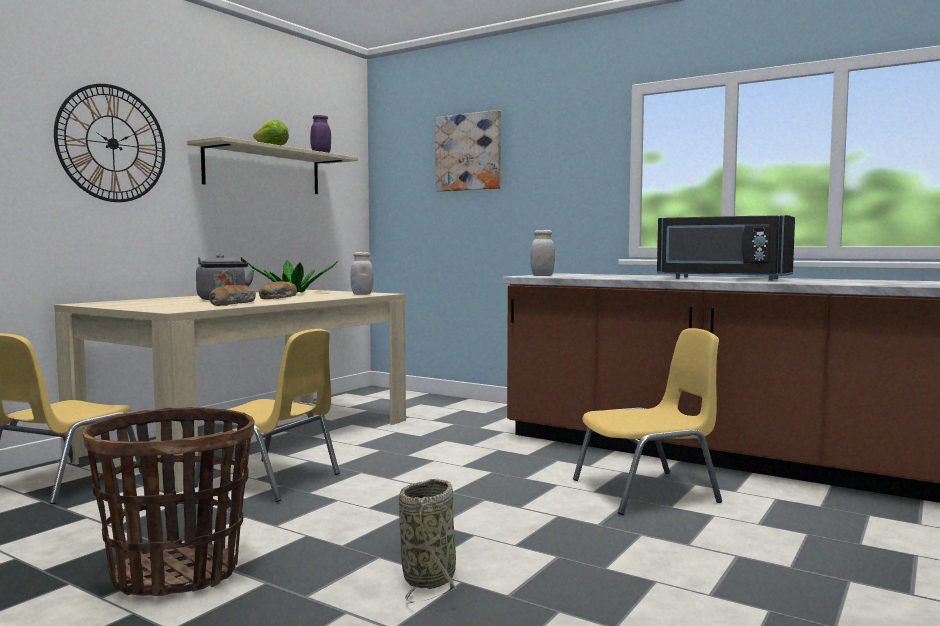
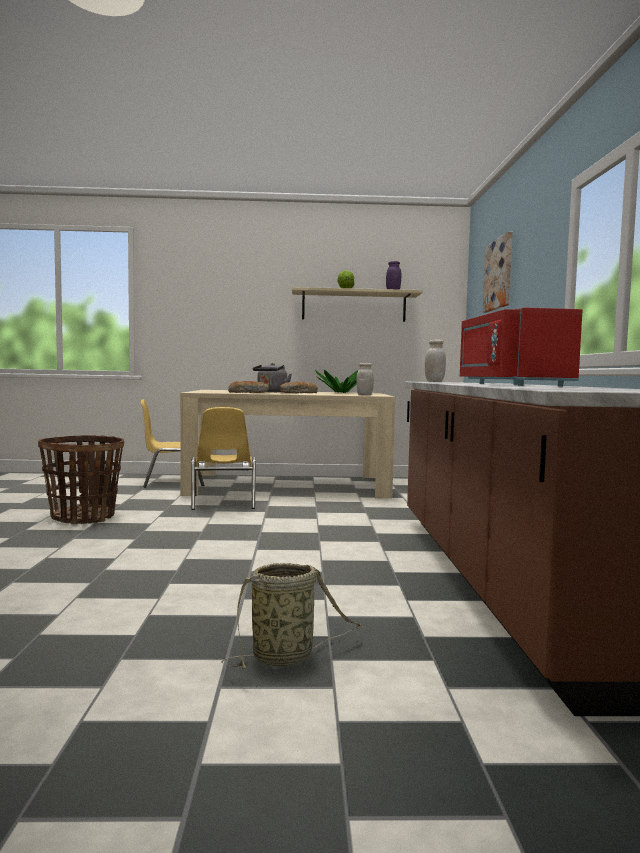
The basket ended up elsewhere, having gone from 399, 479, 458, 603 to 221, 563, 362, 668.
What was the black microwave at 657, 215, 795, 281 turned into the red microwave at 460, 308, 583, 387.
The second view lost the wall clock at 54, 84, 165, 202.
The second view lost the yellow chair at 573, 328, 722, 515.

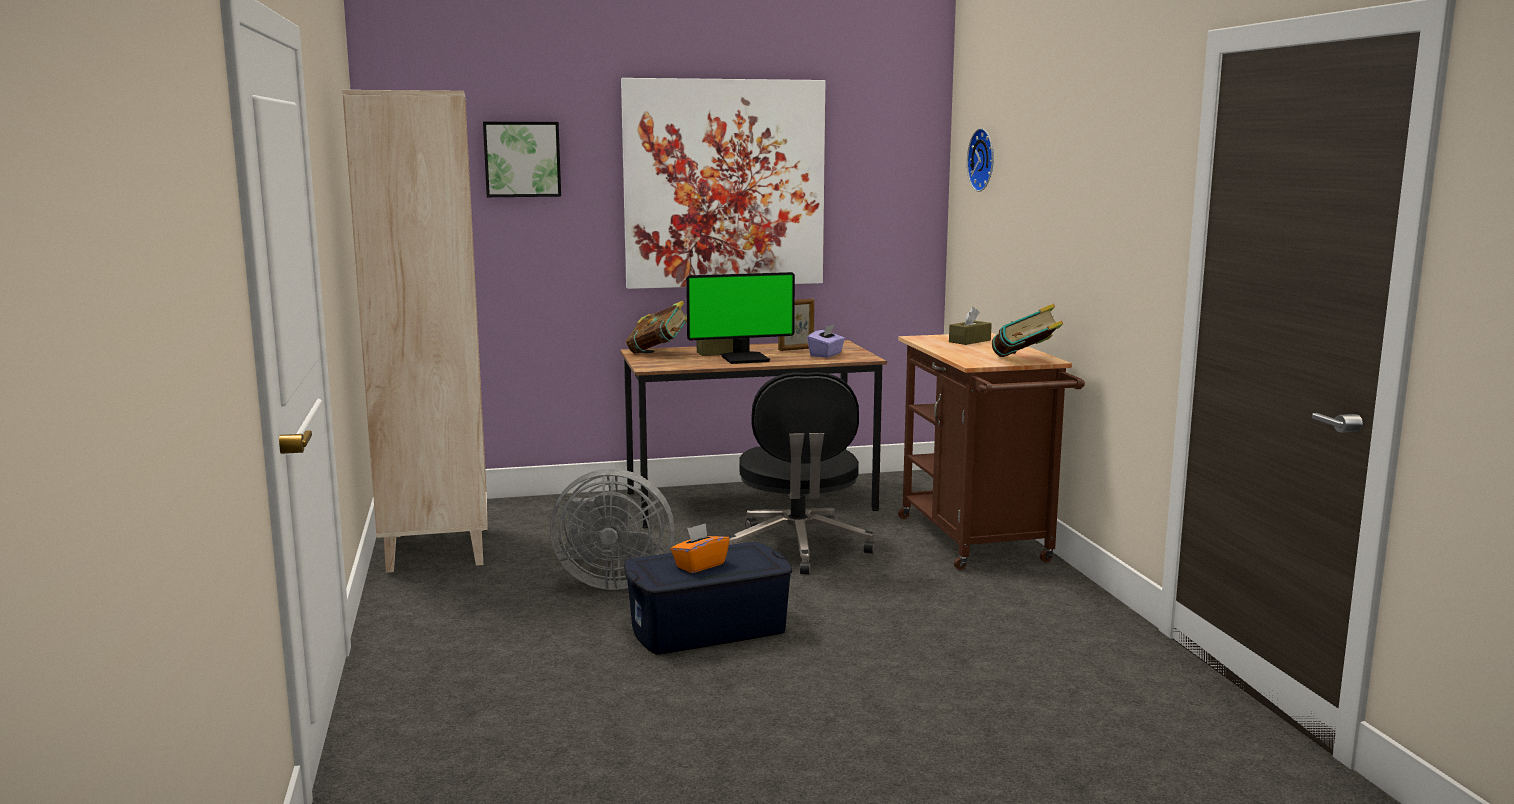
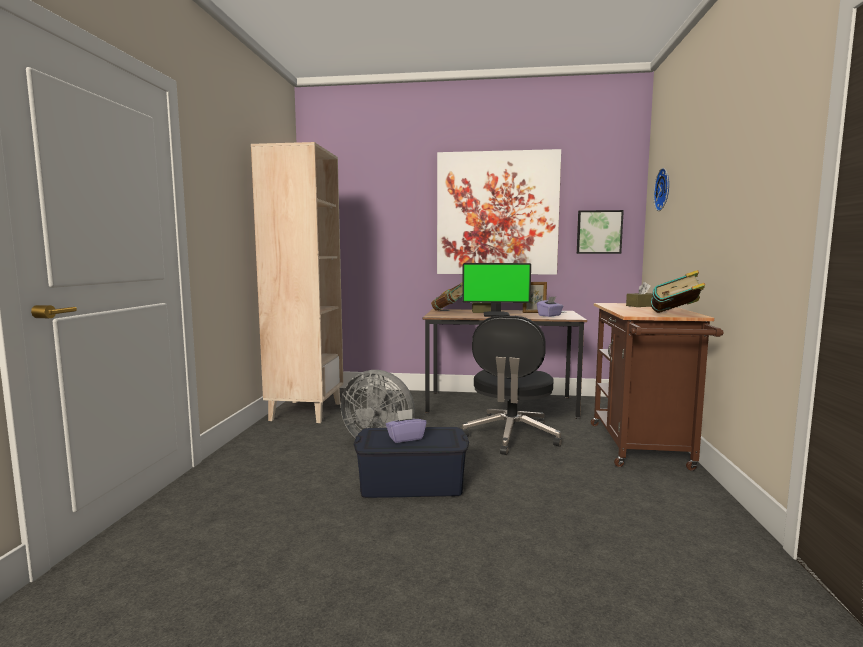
What was the orange tissue box at 671, 523, 730, 573 turned into the purple tissue box at 386, 409, 427, 443.
The picture ended up elsewhere, having gone from 483, 122, 561, 197 to 577, 210, 624, 254.

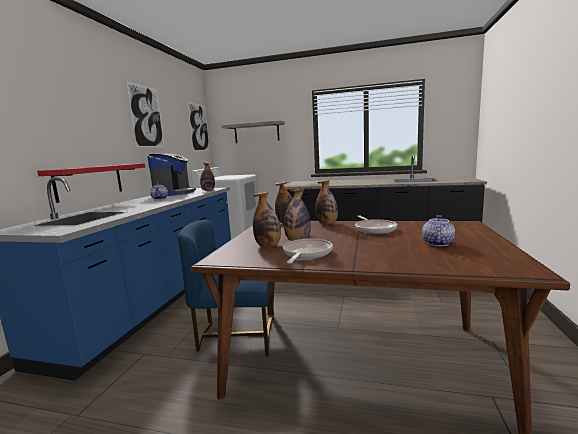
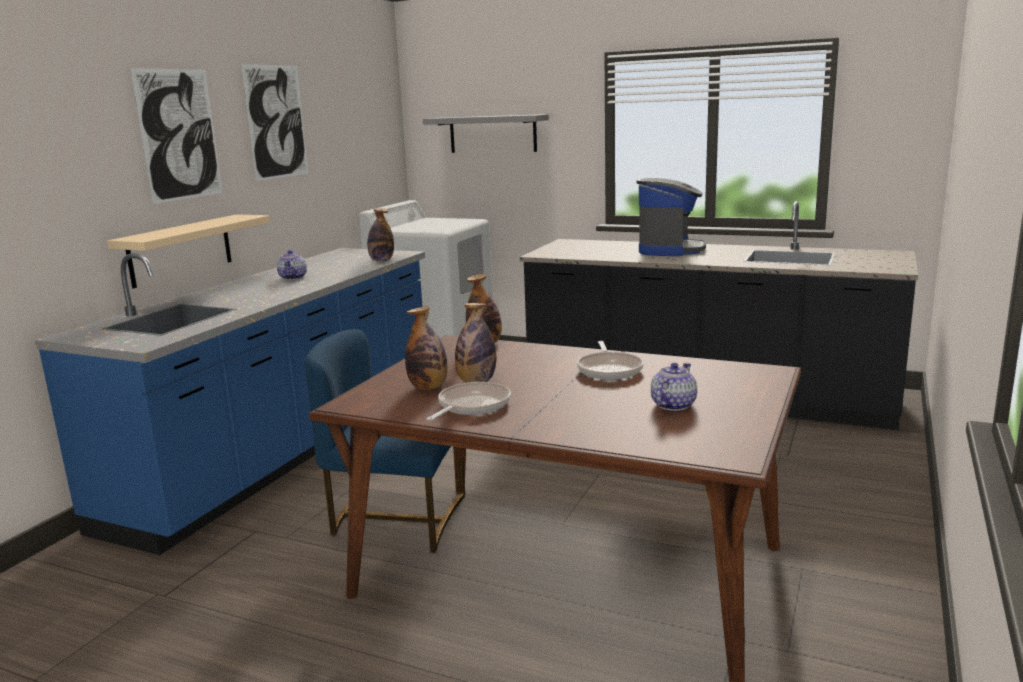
What was the red shelf at 37, 163, 145, 203 turned into the beige shelf at 107, 214, 270, 289.
The picture ended up elsewhere, having gone from 187, 102, 210, 151 to 130, 68, 222, 204.
The coffee machine ended up elsewhere, having gone from 148, 154, 196, 196 to 636, 178, 706, 256.
The second view lost the bottle at 316, 180, 338, 224.

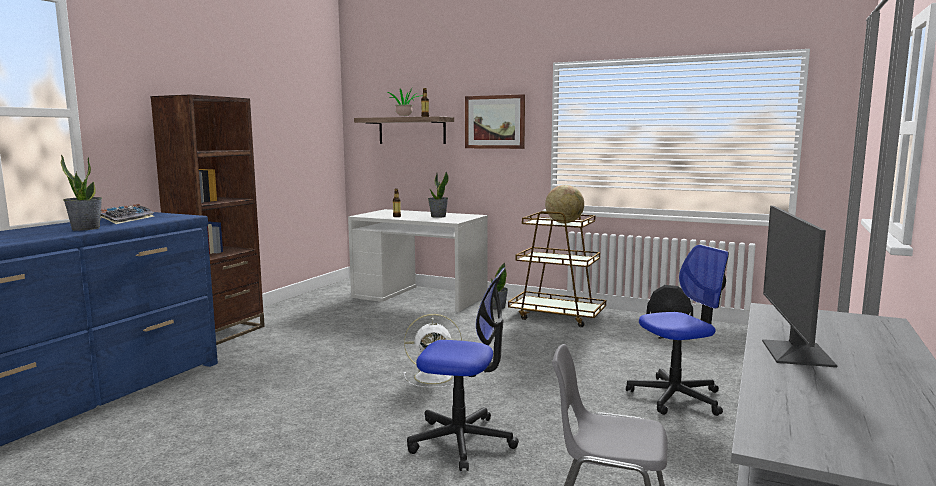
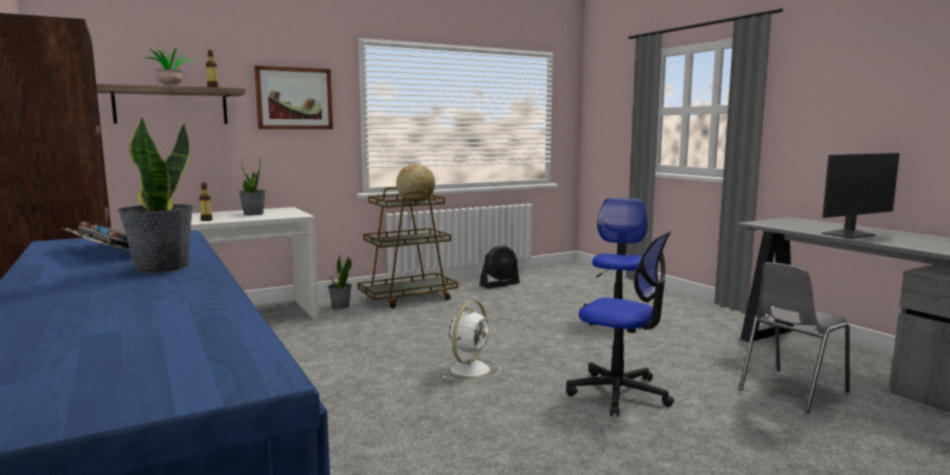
The office chair at 407, 268, 519, 471 ended up facing another way, 75 degrees clockwise from before.
The monitor at 762, 206, 837, 367 ended up facing another way, 75 degrees counterclockwise from before.

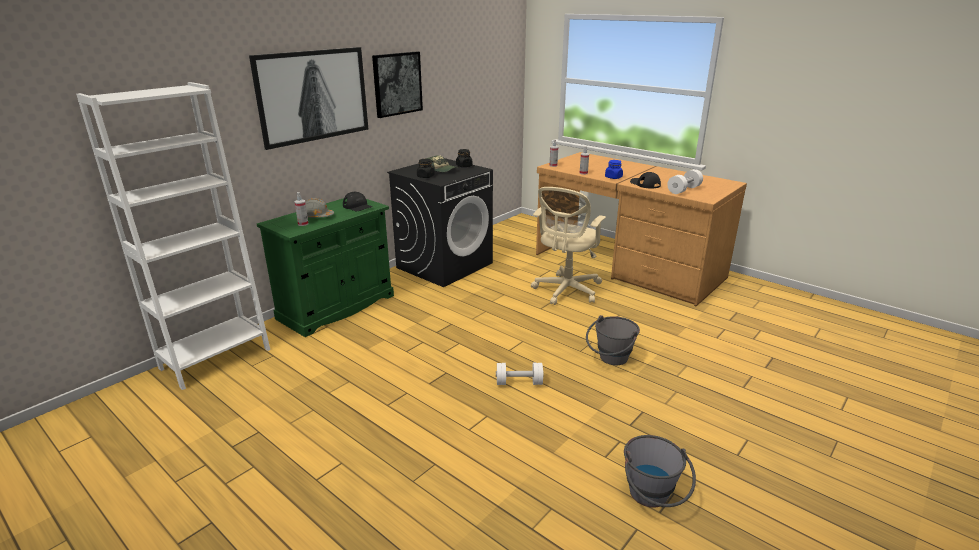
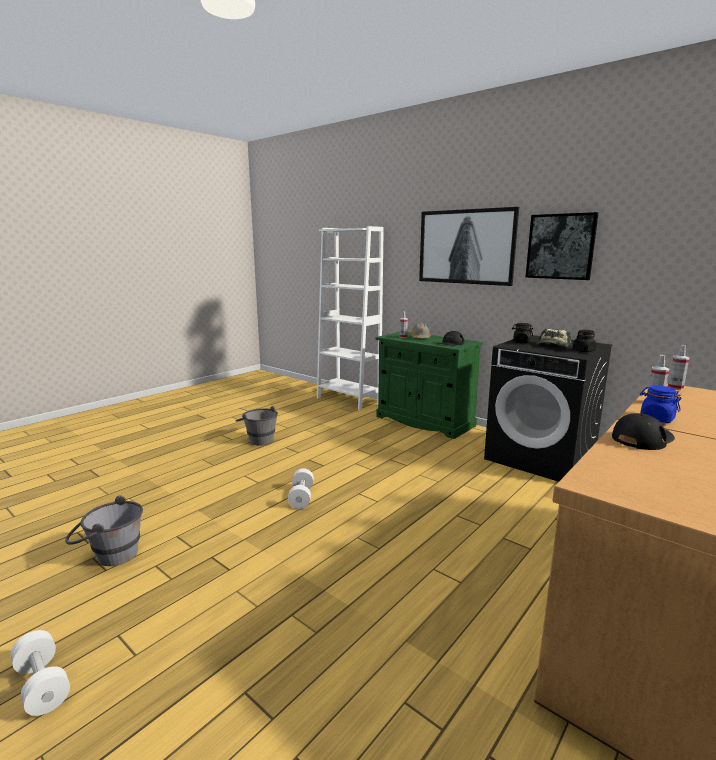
The white dumbbell ended up elsewhere, having gone from 667, 169, 703, 194 to 10, 630, 70, 716.
The grey bucket ended up elsewhere, having gone from 586, 315, 640, 365 to 236, 406, 278, 445.
The second view lost the beige office chair at 531, 187, 606, 305.

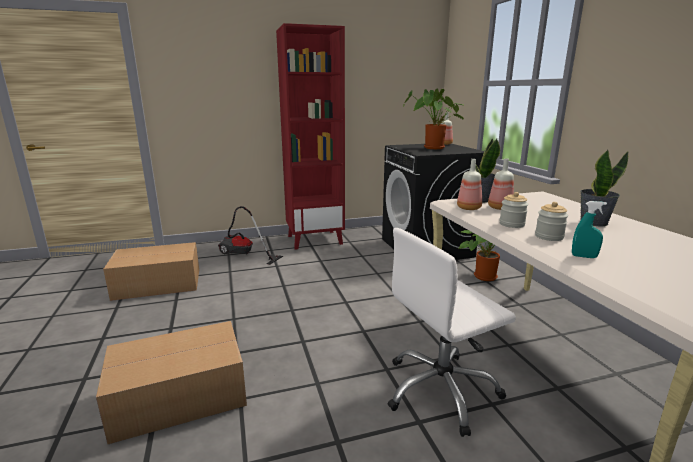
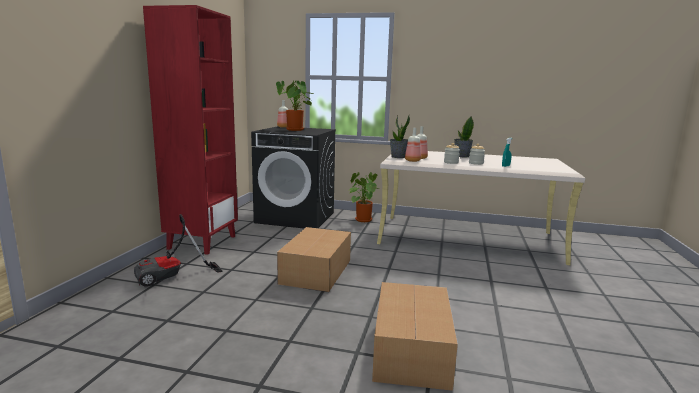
The cardboard box ended up elsewhere, having gone from 103, 242, 199, 301 to 277, 227, 351, 292.
The second view lost the white office chair at 388, 228, 516, 437.

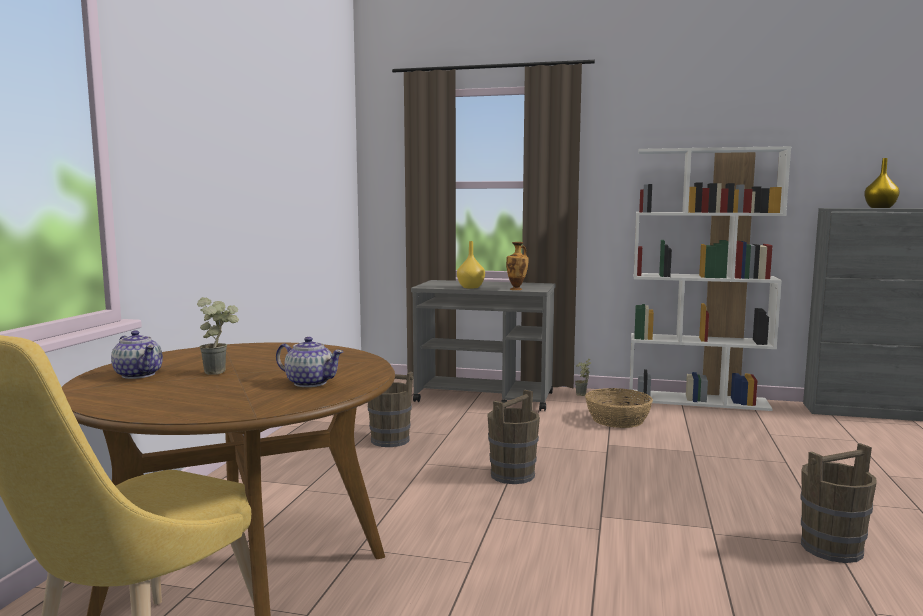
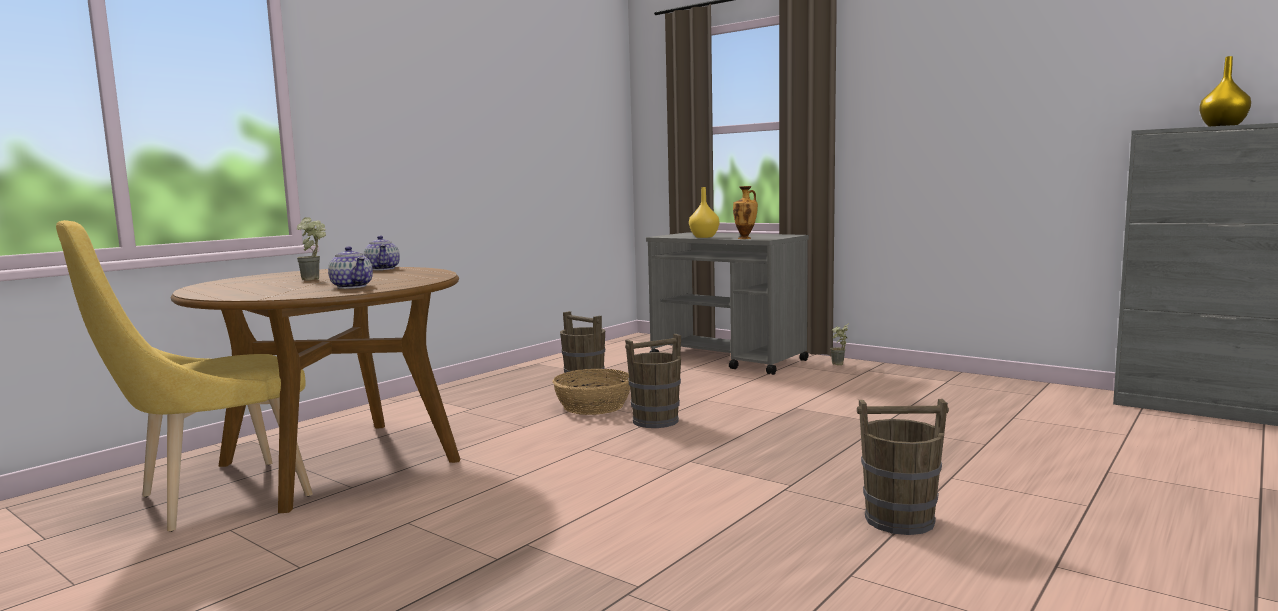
The teapot ended up elsewhere, having gone from 111, 330, 163, 379 to 364, 236, 400, 270.
The basket ended up elsewhere, having gone from 585, 388, 653, 428 to 552, 369, 630, 415.
The second view lost the white bookcase at 629, 146, 791, 411.

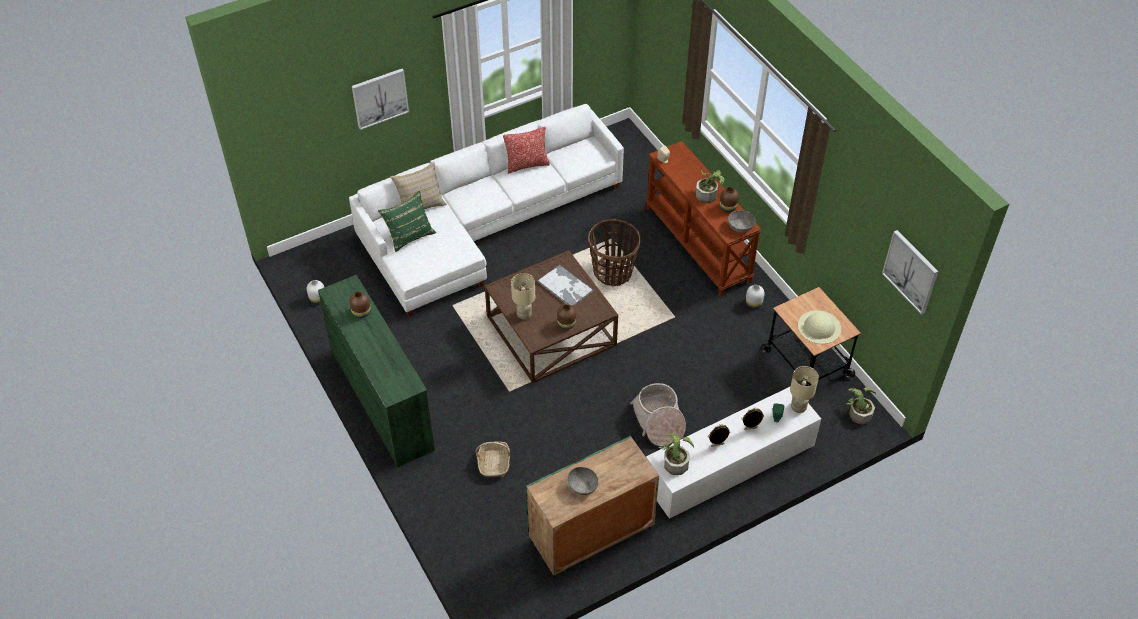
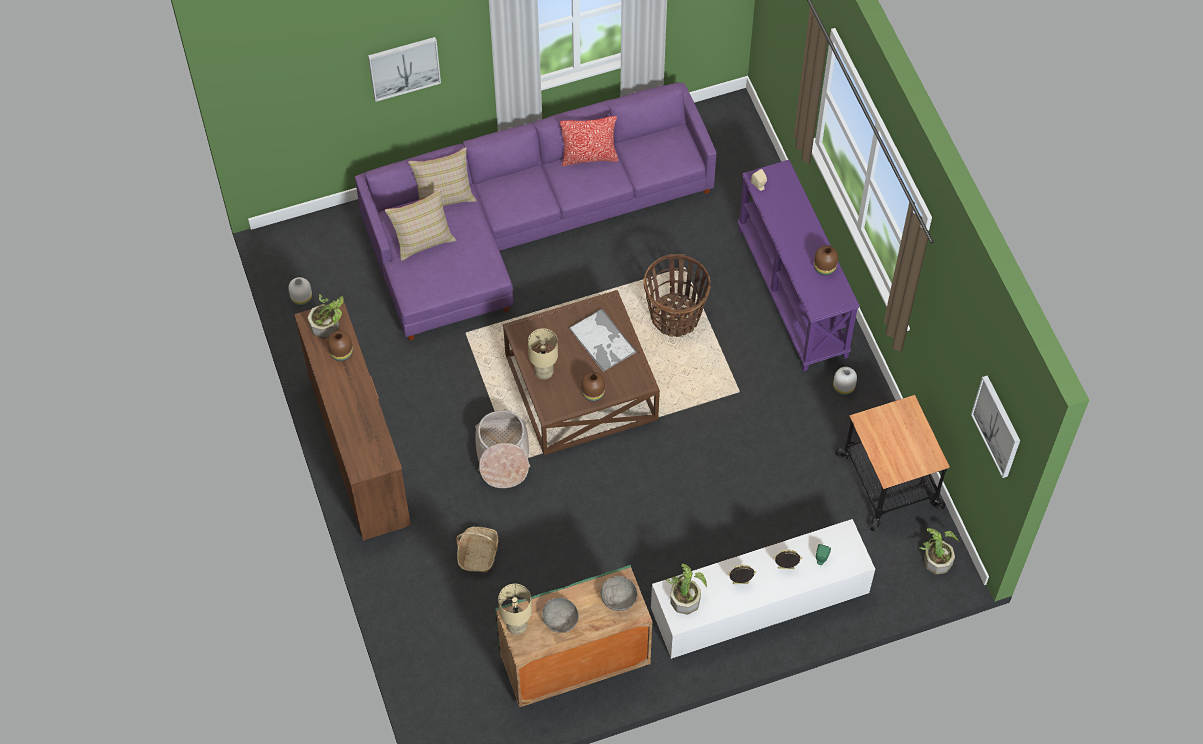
What was the green dresser at 318, 275, 435, 468 turned into the brown dresser at 294, 301, 411, 541.
The potted plant ended up elsewhere, having gone from 696, 170, 724, 203 to 308, 294, 344, 339.
What was the white sofa at 349, 104, 624, 317 turned into the purple sofa at 355, 82, 716, 341.
What was the green pillow at 378, 191, 436, 252 turned into the beige pillow at 385, 188, 456, 261.
The basket ended up elsewhere, having gone from 630, 383, 686, 446 to 475, 411, 530, 488.
The beige table lamp ended up elsewhere, having gone from 790, 366, 819, 413 to 498, 584, 532, 635.
The grey bowl ended up elsewhere, having gone from 728, 210, 755, 233 to 601, 576, 638, 611.
What was the brown console table at 646, 141, 762, 297 turned into the purple console table at 738, 160, 860, 372.
The second view lost the beige hat at 798, 310, 841, 344.

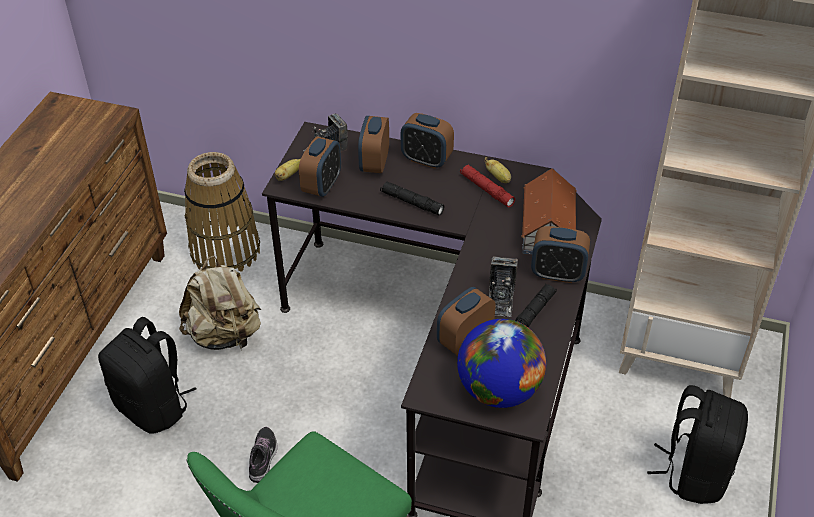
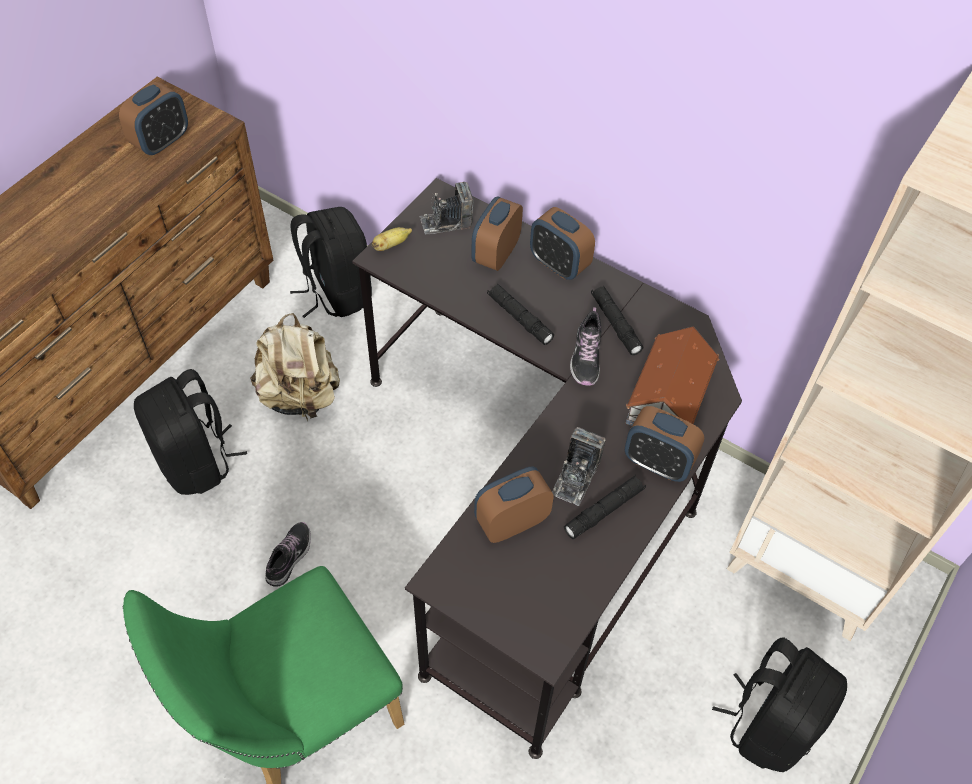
The alarm clock ended up elsewhere, having gone from 299, 136, 341, 197 to 119, 82, 188, 156.
Where the basket stood at 184, 152, 260, 272, the black backpack came to stand at 290, 207, 372, 318.
The second view gained the shoe at 570, 307, 602, 386.
What was the red flashlight at 460, 165, 515, 207 turned into the black flashlight at 591, 286, 643, 355.
The second view lost the globe at 457, 319, 546, 408.
The second view lost the banana at 484, 157, 511, 183.

